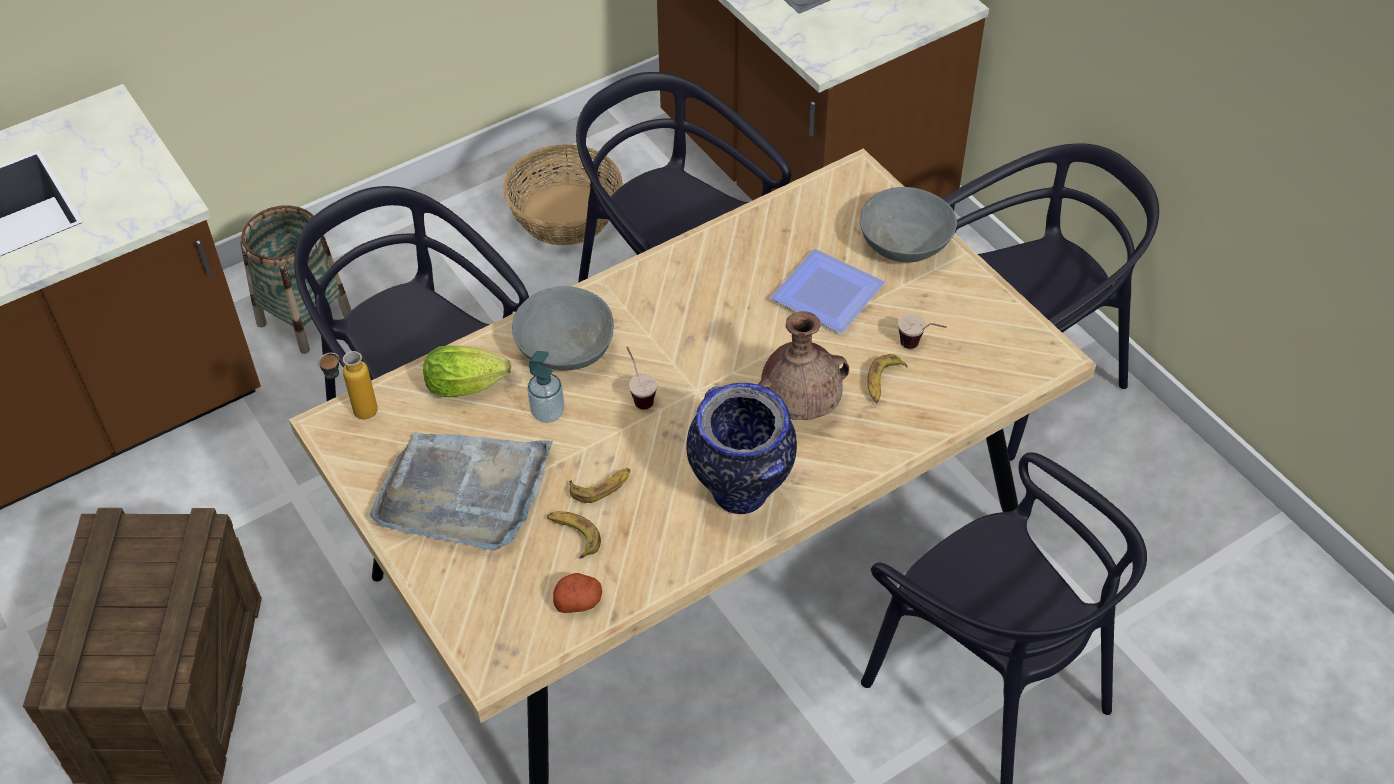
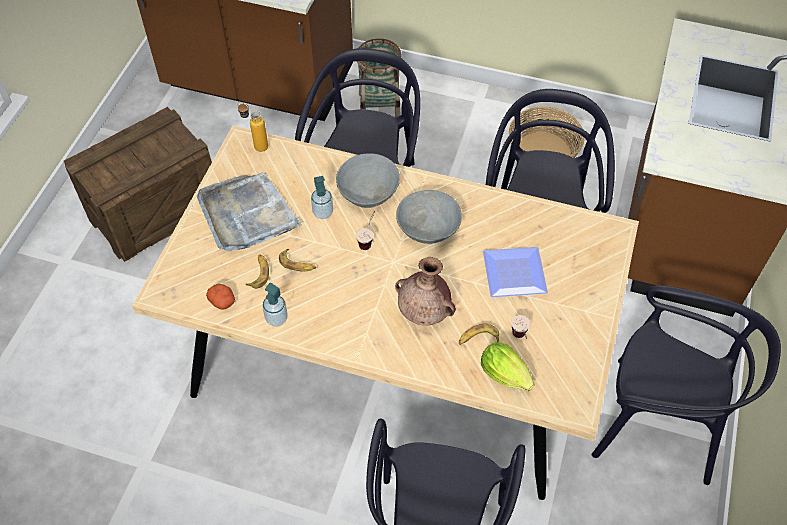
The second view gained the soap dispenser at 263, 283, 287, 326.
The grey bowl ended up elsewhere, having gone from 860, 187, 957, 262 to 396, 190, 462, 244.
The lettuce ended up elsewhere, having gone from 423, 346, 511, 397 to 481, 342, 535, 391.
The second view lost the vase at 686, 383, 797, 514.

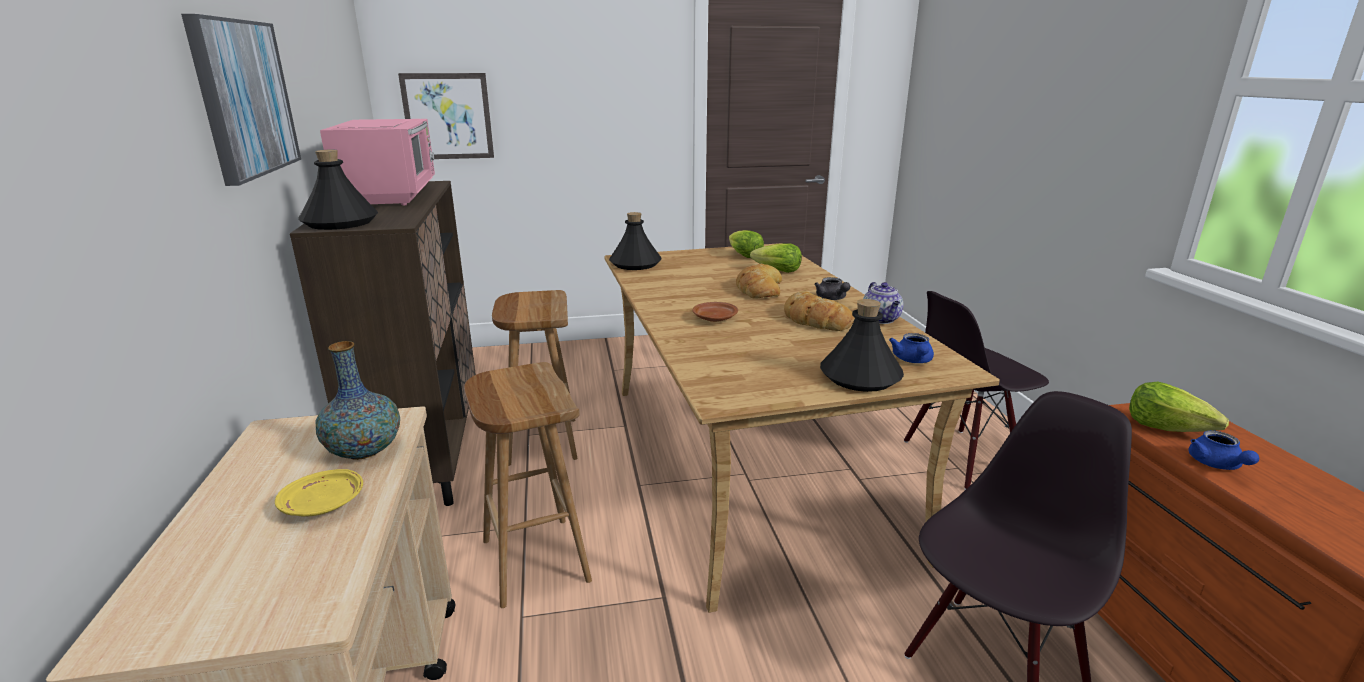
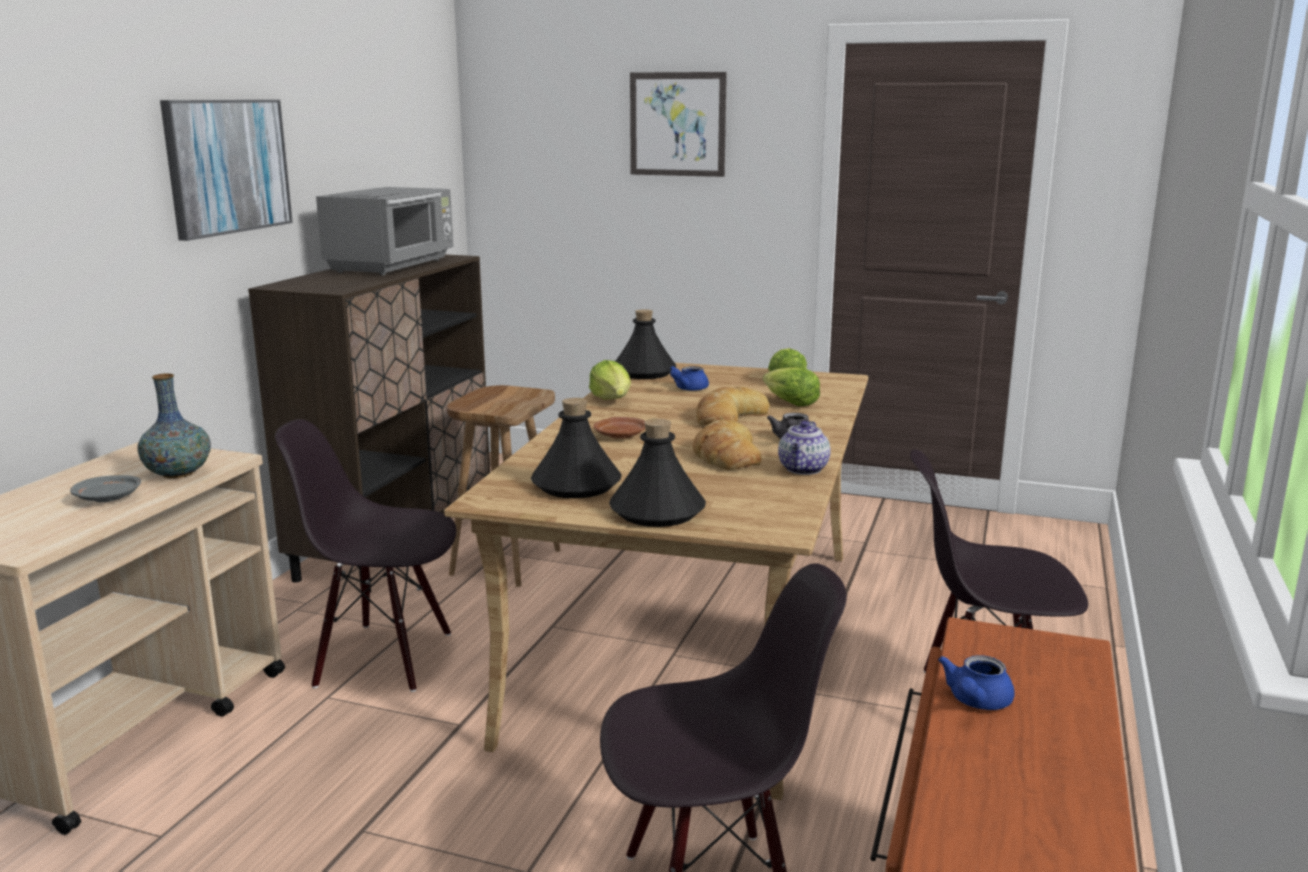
What was the yellow plate at 275, 469, 363, 517 turned into the grey plate at 70, 475, 141, 502.
Where the brown stool stood at 464, 362, 592, 608, the black chair came to stand at 275, 419, 456, 692.
What was the pink microwave at 320, 119, 435, 206 turned into the grey microwave at 316, 187, 453, 275.
The black bottle ended up elsewhere, having gone from 299, 150, 378, 230 to 531, 398, 622, 498.
The lettuce ended up elsewhere, having gone from 1129, 382, 1229, 432 to 589, 360, 631, 400.
The picture ended up elsewhere, having gone from 398, 73, 494, 159 to 630, 72, 727, 177.
The blue teapot ended up elsewhere, having gone from 889, 333, 934, 363 to 670, 366, 709, 391.

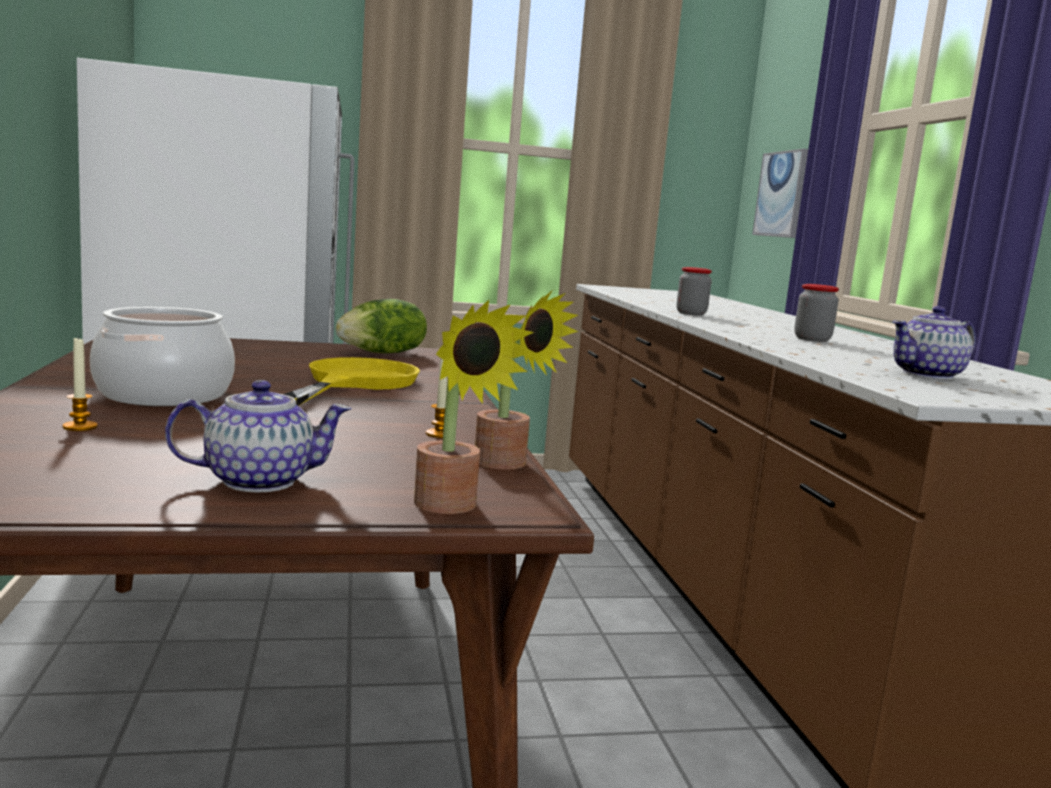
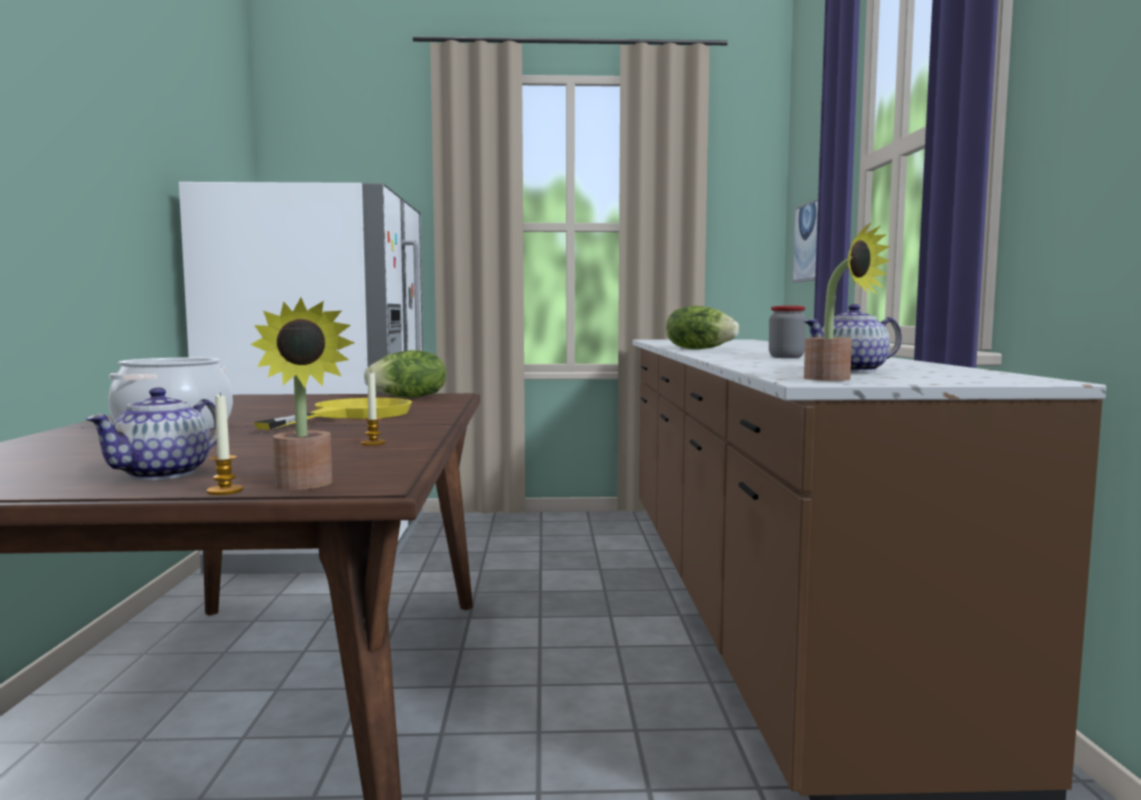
The teapot at 165, 380, 352, 493 ended up facing another way, 120 degrees clockwise from before.
The candle ended up elsewhere, having gone from 63, 336, 98, 431 to 207, 392, 243, 495.
Where the jar stood at 676, 267, 712, 316, the lettuce came to stand at 666, 306, 739, 349.
The potted plant ended up elsewhere, having gone from 475, 290, 579, 470 to 804, 222, 890, 381.

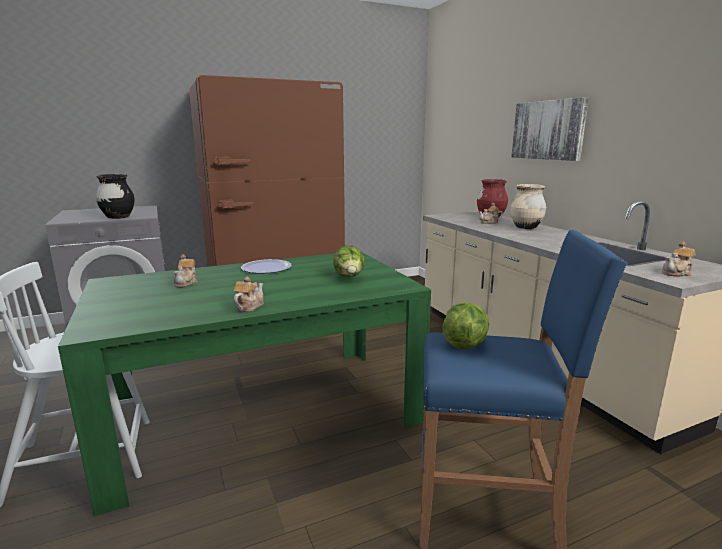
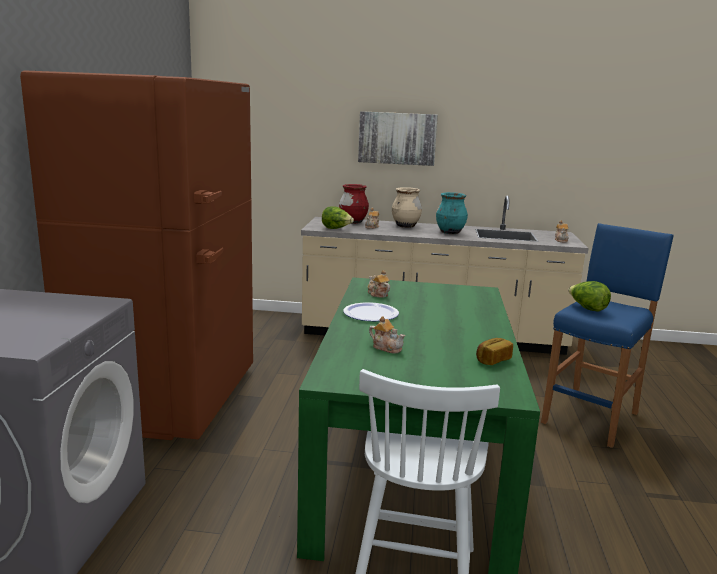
The lettuce ended up elsewhere, having gone from 333, 245, 365, 277 to 322, 207, 354, 229.
The teapot ended up elsewhere, having gone from 234, 277, 264, 312 to 367, 270, 390, 297.
The second view gained the turquoise vase at 436, 192, 468, 234.
The second view gained the bread at 476, 338, 513, 365.
The second view lost the black vase at 96, 174, 134, 219.

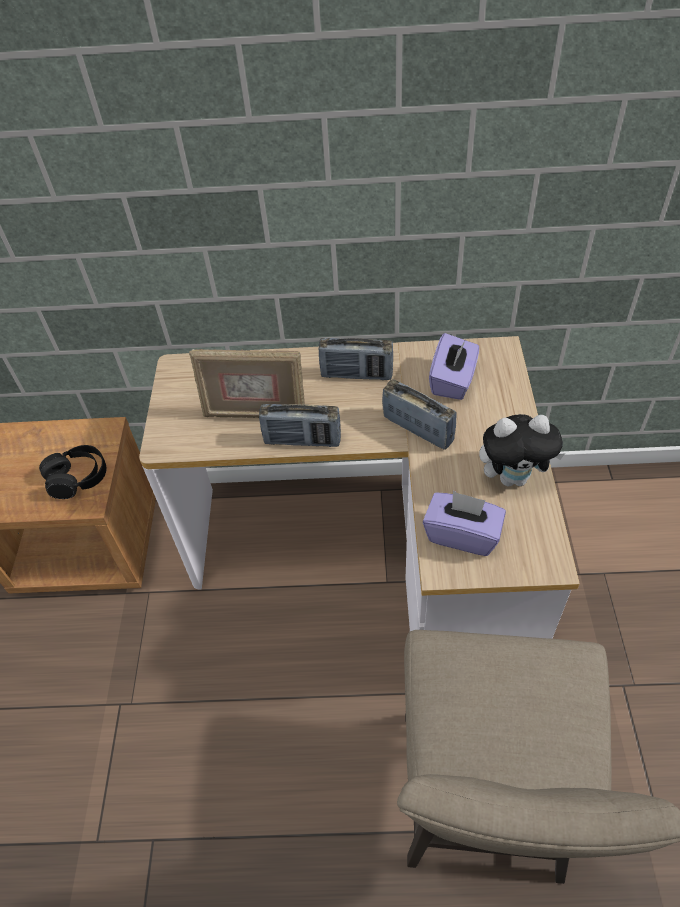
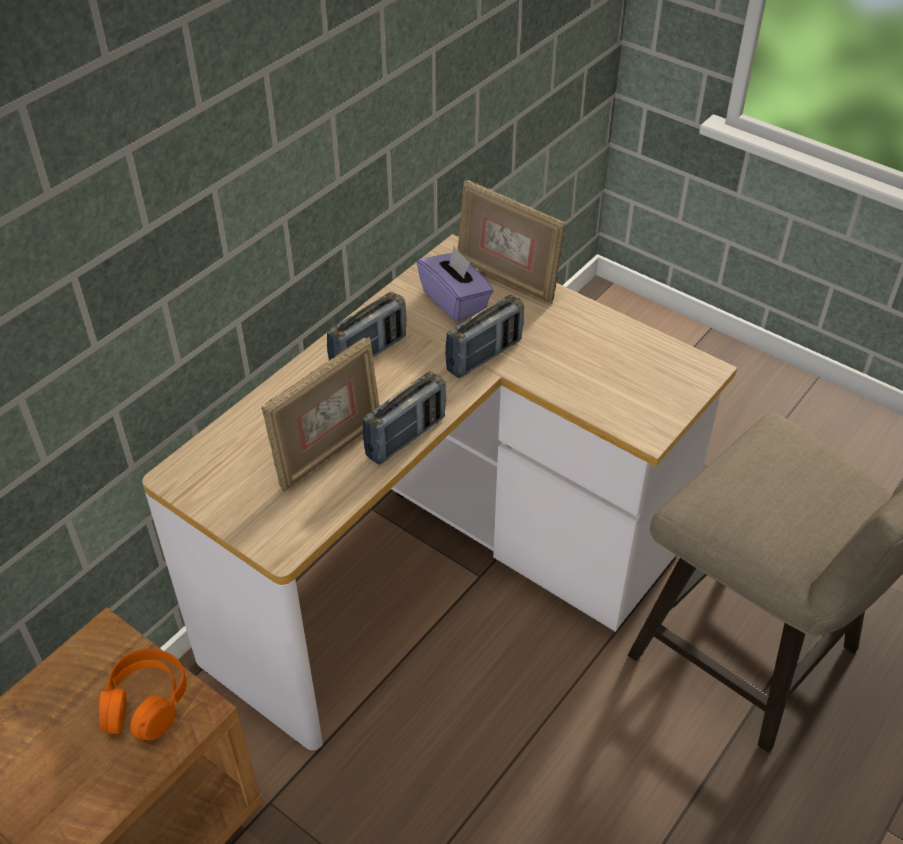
What was the black headphones at 39, 445, 107, 499 turned into the orange headphones at 99, 649, 187, 740.
The radio at 382, 379, 457, 450 ended up facing another way, 150 degrees clockwise from before.
The second view gained the picture frame at 458, 180, 566, 304.
The second view lost the purple tissue box at 423, 491, 506, 556.
The second view lost the plush toy at 479, 414, 566, 487.

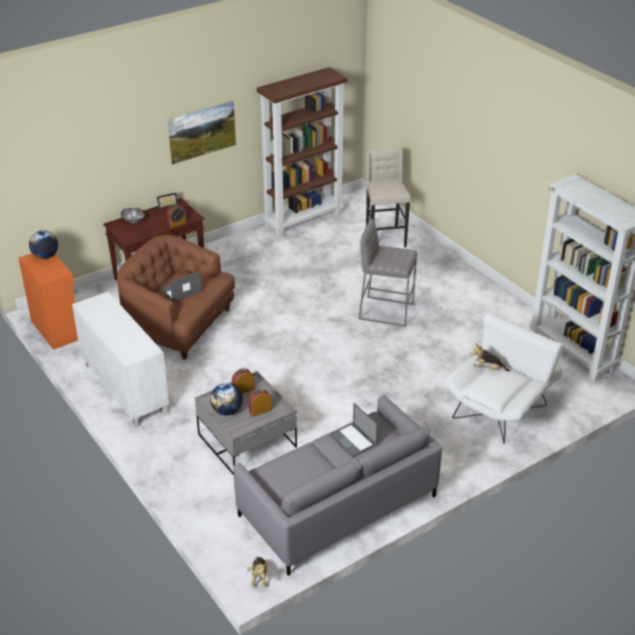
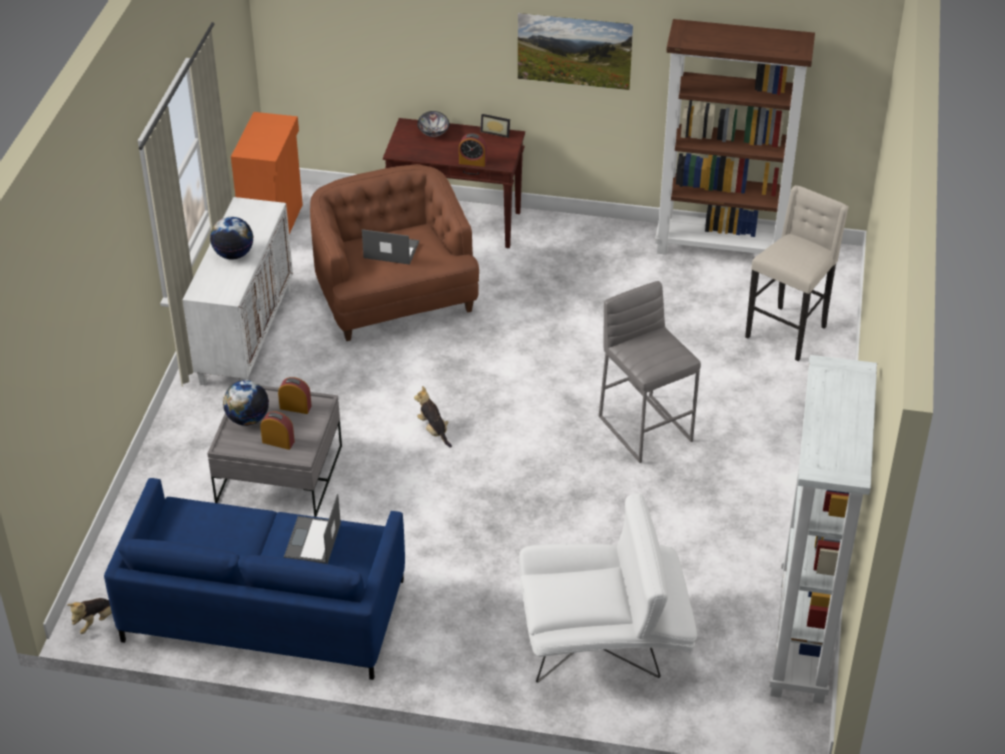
What was the grey sofa at 233, 395, 442, 576 turned into the blue sofa at 104, 478, 405, 680.
The globe ended up elsewhere, having gone from 29, 230, 58, 259 to 210, 217, 253, 259.
The plush toy ended up elsewhere, having gone from 471, 343, 510, 371 to 414, 386, 452, 448.

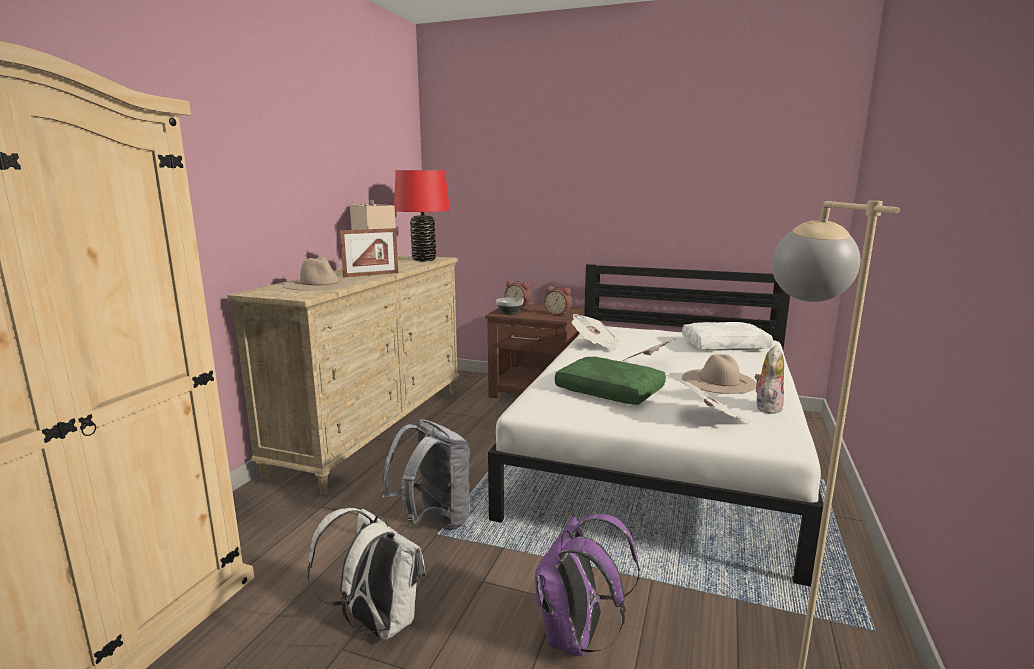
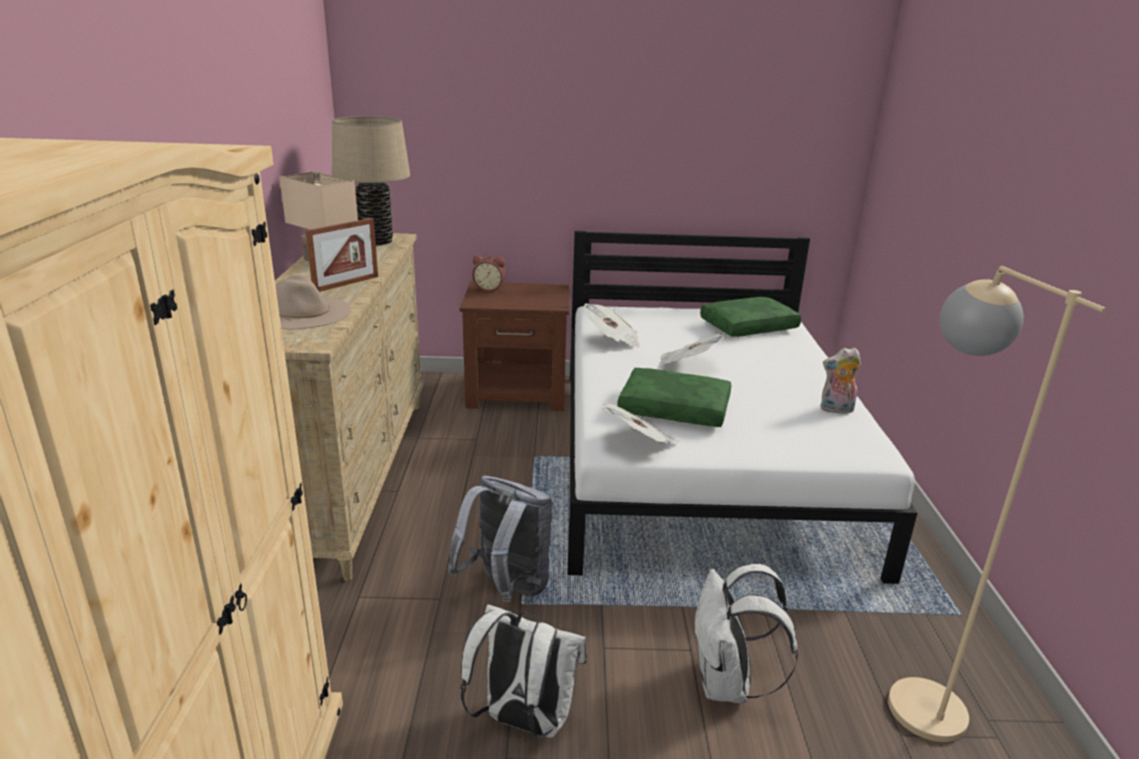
What was the red table lamp at 394, 170, 450, 261 turned into the beige table lamp at 332, 116, 410, 246.
The newspaper ended up elsewhere, having gone from 676, 380, 751, 422 to 602, 403, 680, 444.
What was the purple backpack at 535, 514, 640, 656 turned into the white backpack at 693, 564, 798, 703.
What was the white pillow at 682, 322, 773, 351 turned into the green pillow at 700, 297, 801, 337.
The plush toy at 755, 345, 784, 414 ended up facing another way, 105 degrees counterclockwise from before.
The second view lost the bowl at 496, 297, 523, 315.
The second view lost the alarm clock at 544, 286, 572, 316.
The second view lost the beige hat at 682, 354, 757, 394.

